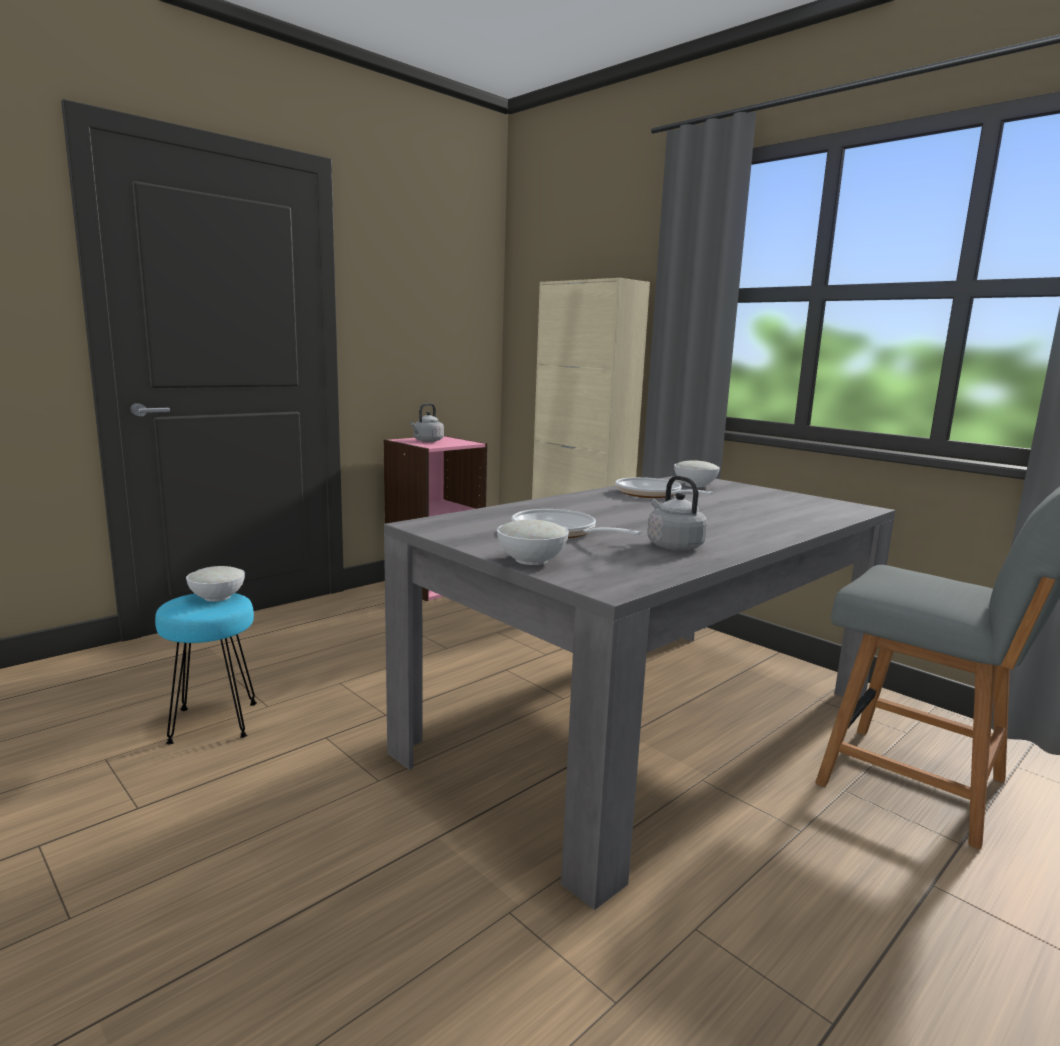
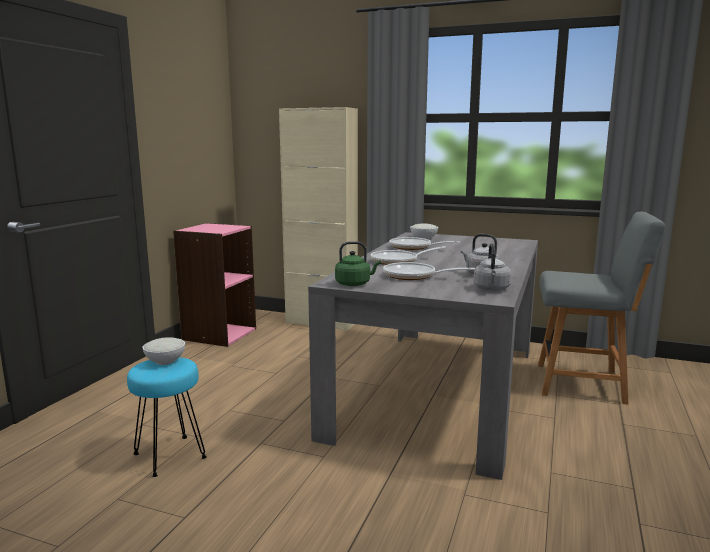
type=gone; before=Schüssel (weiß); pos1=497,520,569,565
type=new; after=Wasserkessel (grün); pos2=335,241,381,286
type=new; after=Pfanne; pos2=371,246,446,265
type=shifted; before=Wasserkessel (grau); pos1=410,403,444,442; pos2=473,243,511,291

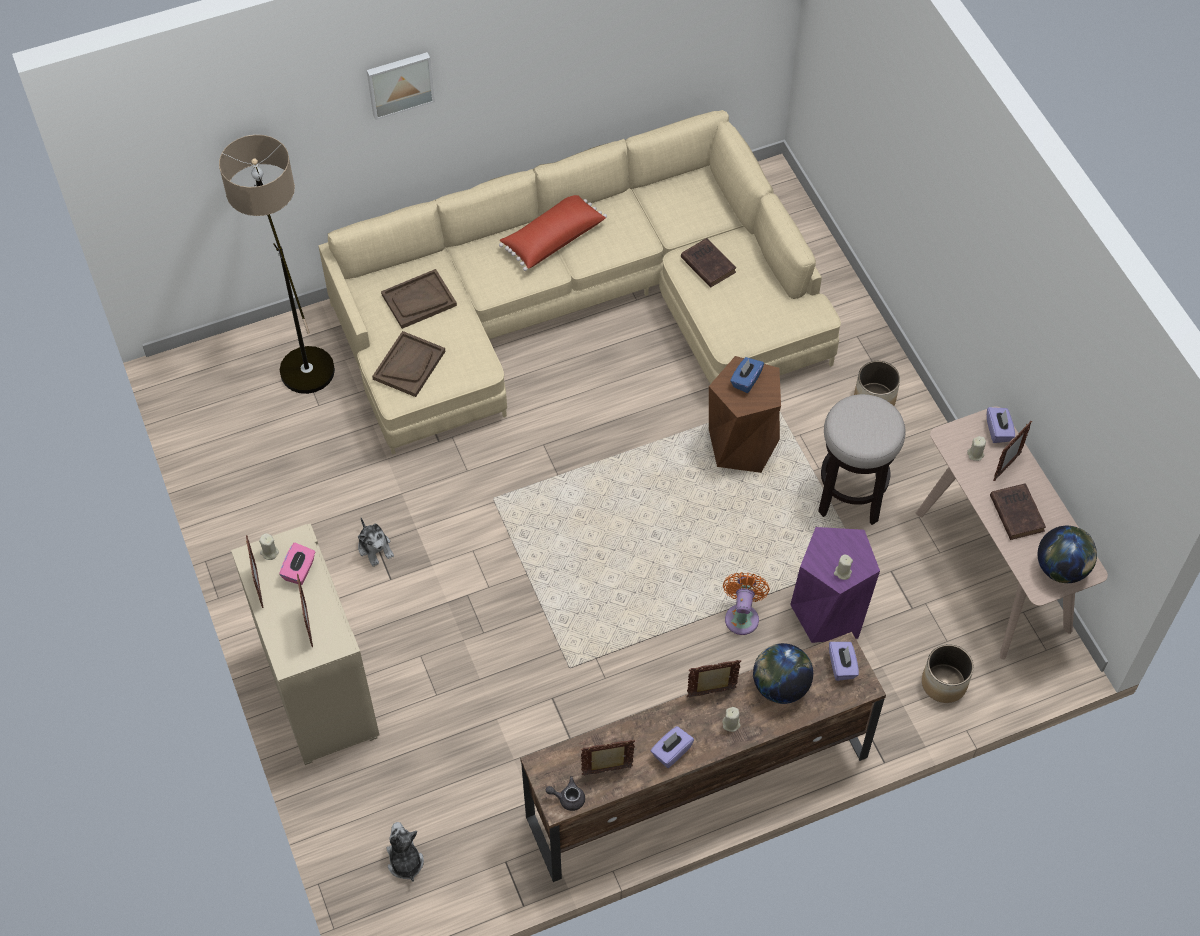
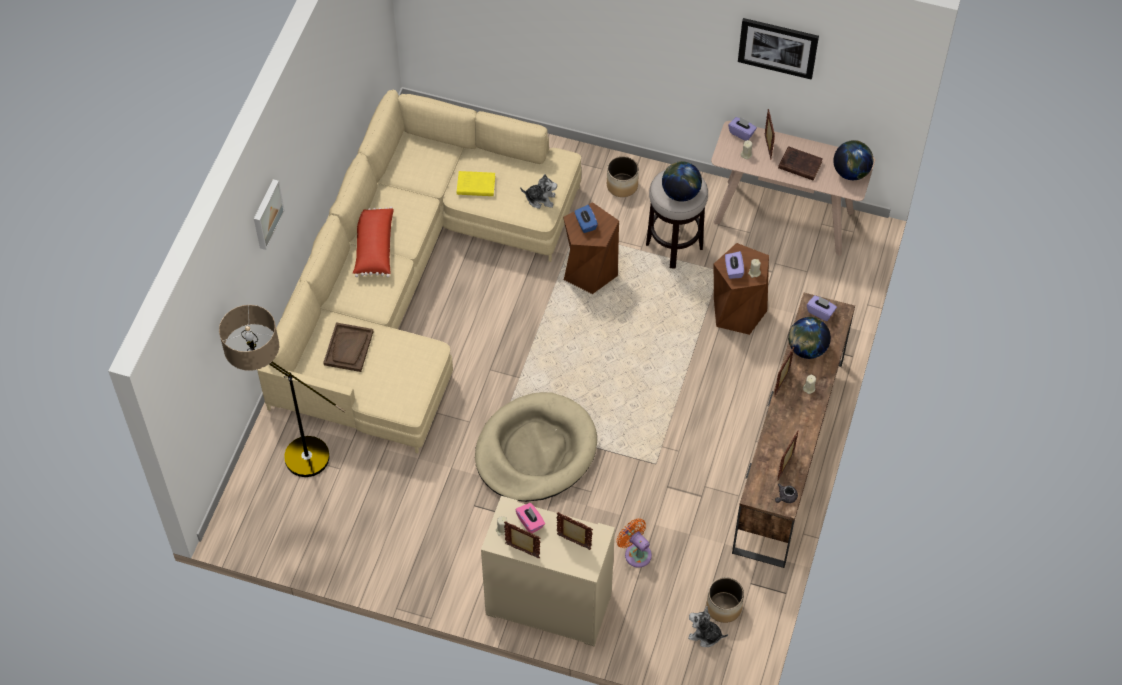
type=gone; before=Tablett (braun); pos1=372,331,446,397
type=new; after=Hundebett (beige); pos2=475,392,597,502
type=new; after=Globus; pos2=662,161,702,202
type=new; after=Bild; pos2=738,18,819,79
type=shifted; before=Plüschtier; pos1=358,518,394,567; pos2=520,174,557,209
type=shifted; before=Taschentuchbox (lila); pos1=651,726,694,768; pos2=725,251,744,279
type=shifted; before=Ventilator (orange); pos1=723,572,770,635; pos2=616,518,652,568
type=shifted; before=Pflanzkübel; pos1=922,644,974,703; pos2=706,577,744,623
type=repainted; before=Buch (braun); after=Buch (gelb); pos1=681,238,736,288; pos2=457,171,495,196
type=repainted; before=Hocker (lila); after=Hocker (braun); pos1=790,527,880,643; pos2=714,243,769,335

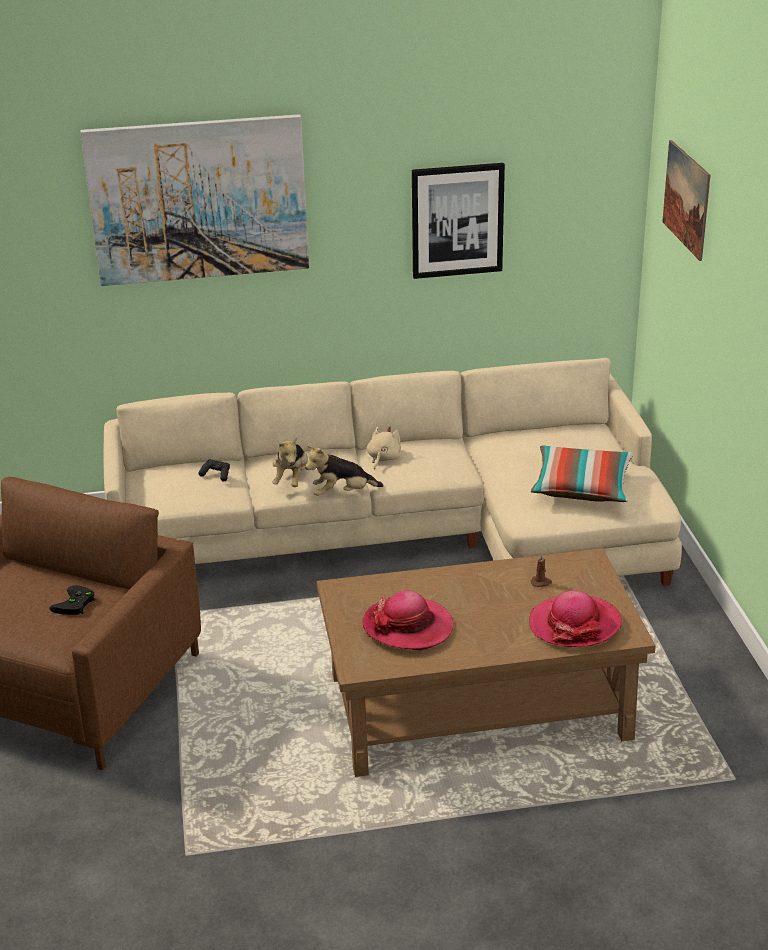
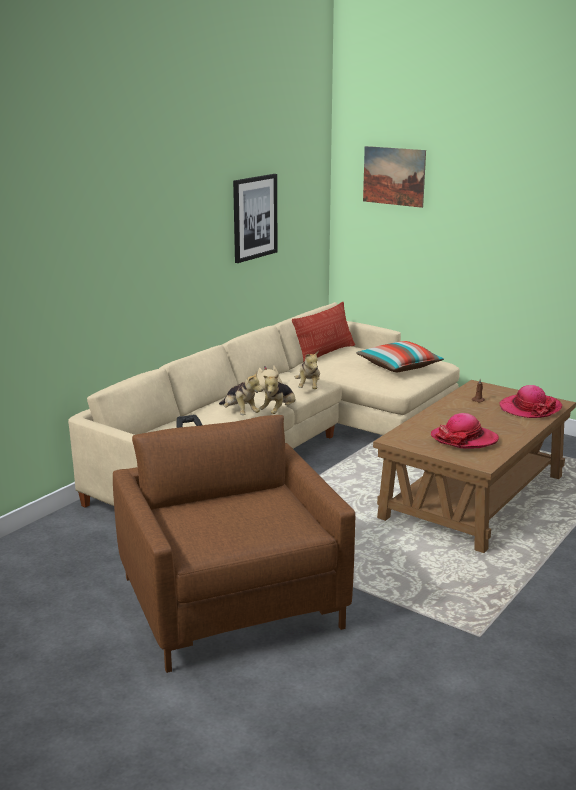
type=gone; before=Gamepad (schwarz); pos1=49,585,95,615
type=gone; before=Bild; pos1=81,114,309,286
type=new; after=Kissen; pos2=292,302,355,362
type=new; after=Plüschtier; pos2=295,350,320,389

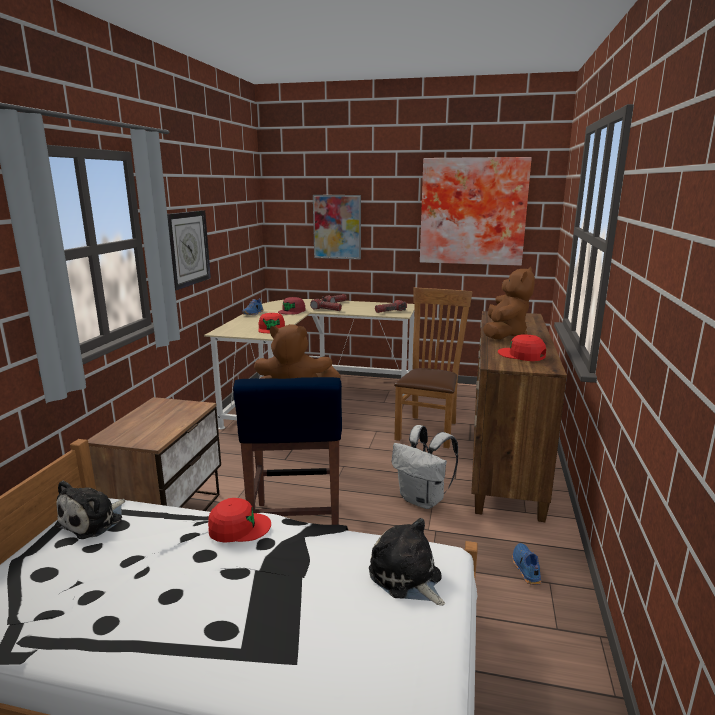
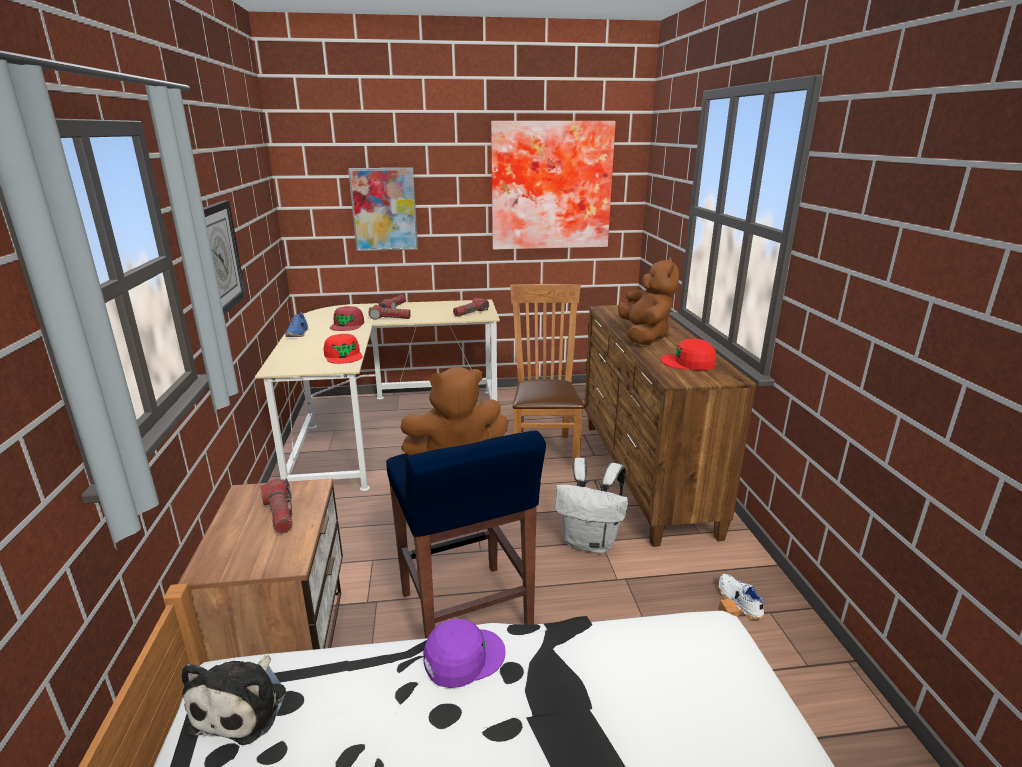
type=gone; before=Plüschtier; pos1=369,518,445,606
type=new; after=Taschenlampe; pos2=260,478,293,534
type=repainted; before=Kappe (rot); after=Kappe (lila); pos1=208,498,271,542; pos2=423,619,506,688
type=repainted; before=Schuh (blau); after=Schuh (weiß); pos1=512,543,541,585; pos2=719,574,764,620

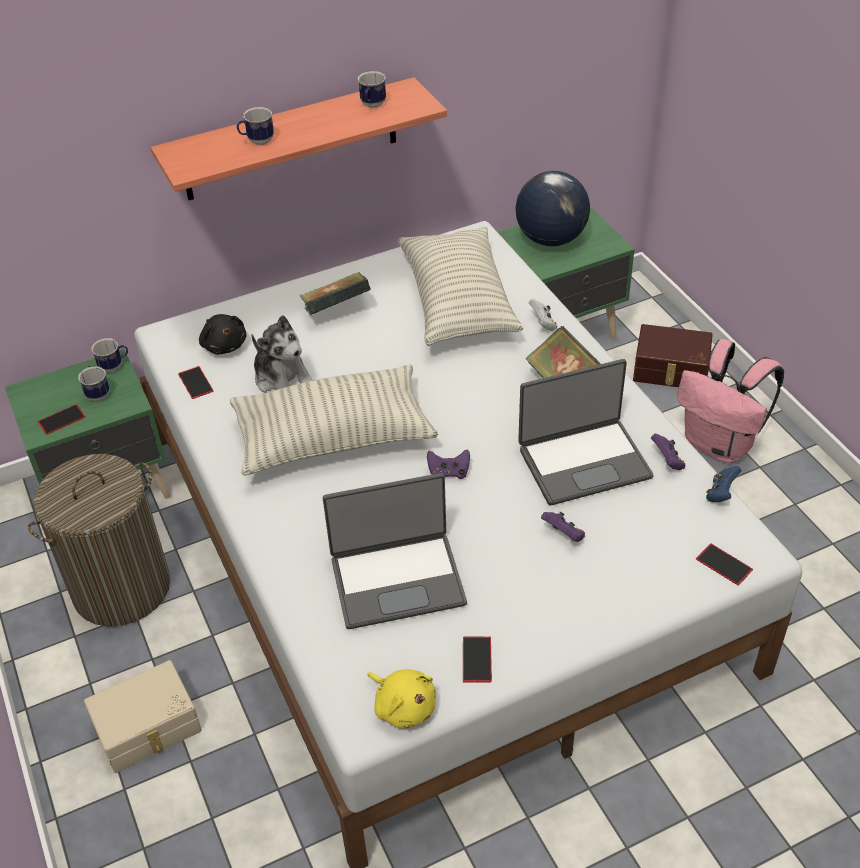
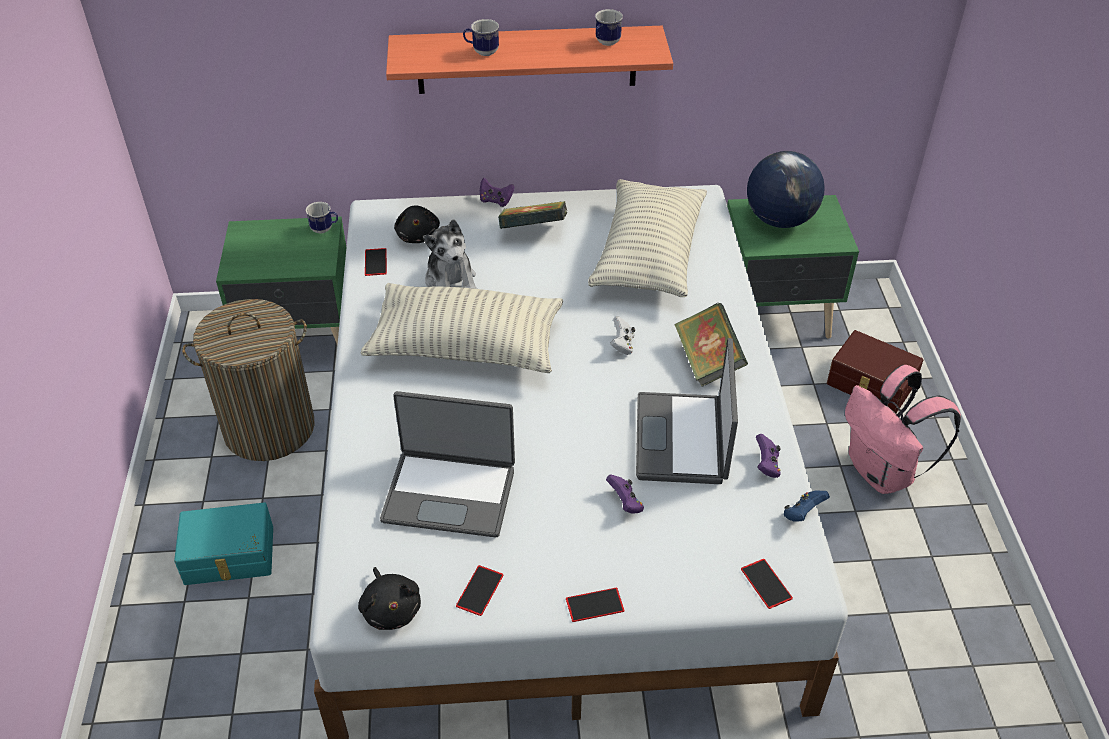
type=gone; before=Henkelbecher; pos1=78,366,109,401
type=shifted; before=Handy; pos1=38,404,86,435; pos2=566,588,625,622
type=shifted; before=Gamepad (lila); pos1=427,449,470,479; pos2=480,178,515,207
type=shifted; before=Gamepad (weiß); pos1=529,299,557,331; pos2=610,316,635,355
type=repainted; before=Aufbewahrungsbox (beige); after=Aufbewahrungsbox (türkis); pos1=84,660,202,773; pos2=174,502,273,585
type=repainted; before=Plüschtier (gelb); after=Plüschtier (schwarz); pos1=367,669,436,729; pos2=358,567,421,630
type=rotated; before=Laptop; pos1=518,359,653,505; pos2=636,338,738,484; turn=90

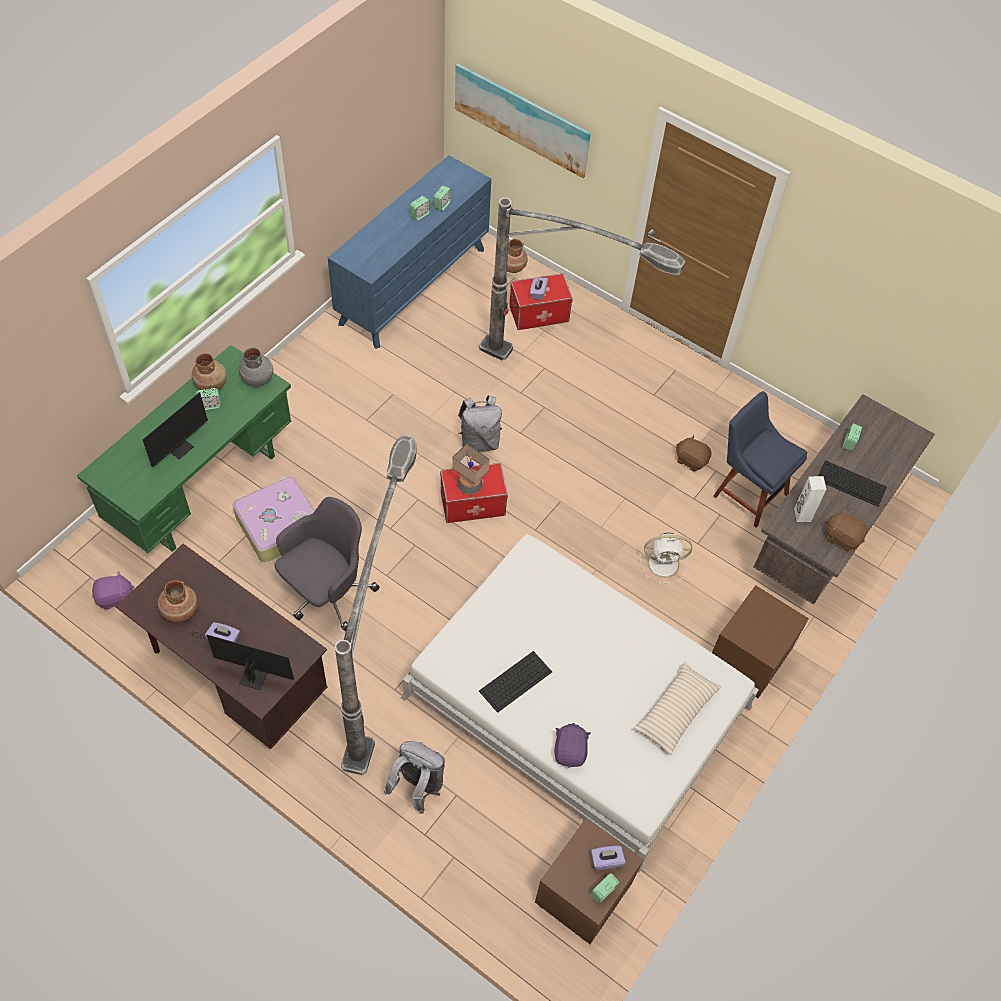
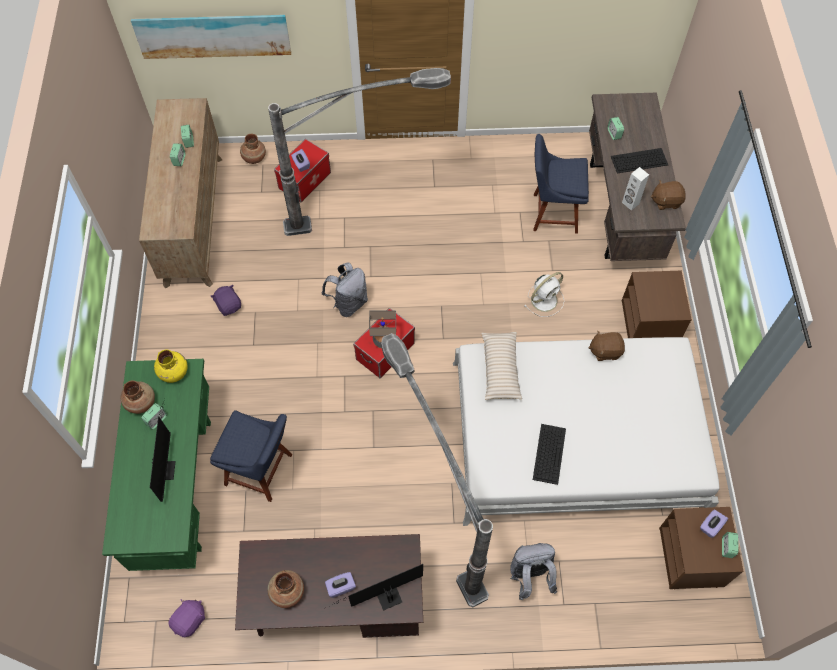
type=gone; before=Bürostuhl (grau); pos1=274,497,380,631
type=shifted; before=Plüschtier (lila); pos1=554,723,591,768; pos2=210,285,241,316
type=shifted; before=Kissen (beige); pos1=633,662,721,755; pos2=481,332,522,400
type=shifted; before=Plüschtier (braun); pos1=676,435,711,471; pos2=588,331,625,361
type=swapped; before=Koffer; after=Stuhl (blau); pos1=233,476,315,562; pos2=210,410,293,502
type=repainted; before=Vase (grau); after=Vase (gelb); pos1=239,348,273,387; pos2=154,349,188,383
type=repainted; before=Kommode (blau); after=Kommode (braun); pos1=328,155,491,349; pos2=139,98,222,289

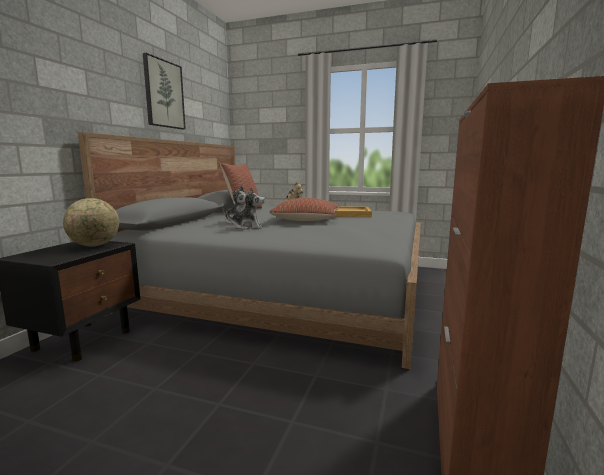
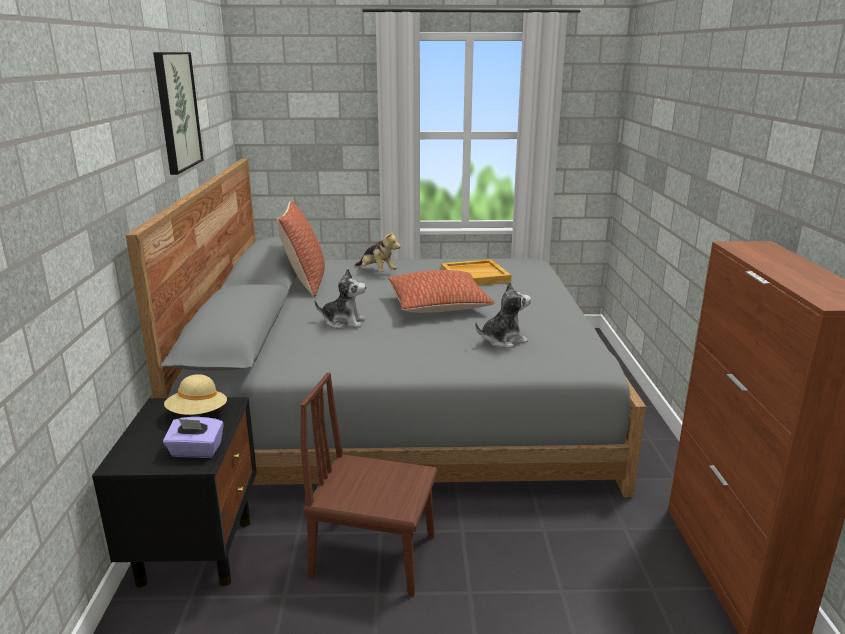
type=new; after=Taschentuchbox (lila); pos2=163,417,224,458
type=new; after=Stuhl (braun); pos2=300,372,438,597
type=shifted; before=Plüschtier; pos1=227,187,265,230; pos2=475,282,531,348
type=swapped; before=Globus; after=Hut (beige); pos1=63,198,119,247; pos2=164,374,227,415

